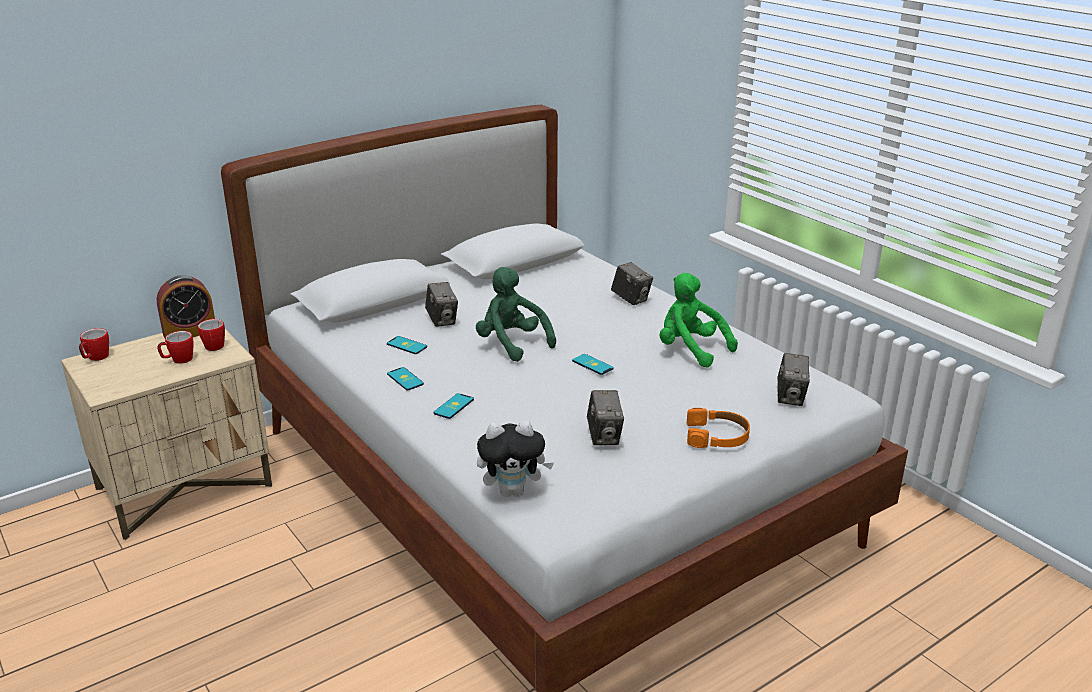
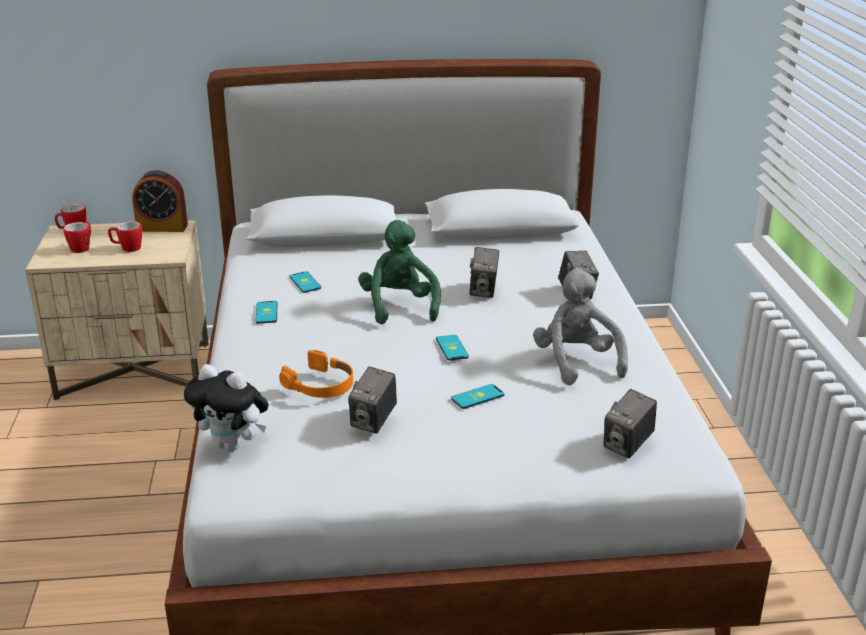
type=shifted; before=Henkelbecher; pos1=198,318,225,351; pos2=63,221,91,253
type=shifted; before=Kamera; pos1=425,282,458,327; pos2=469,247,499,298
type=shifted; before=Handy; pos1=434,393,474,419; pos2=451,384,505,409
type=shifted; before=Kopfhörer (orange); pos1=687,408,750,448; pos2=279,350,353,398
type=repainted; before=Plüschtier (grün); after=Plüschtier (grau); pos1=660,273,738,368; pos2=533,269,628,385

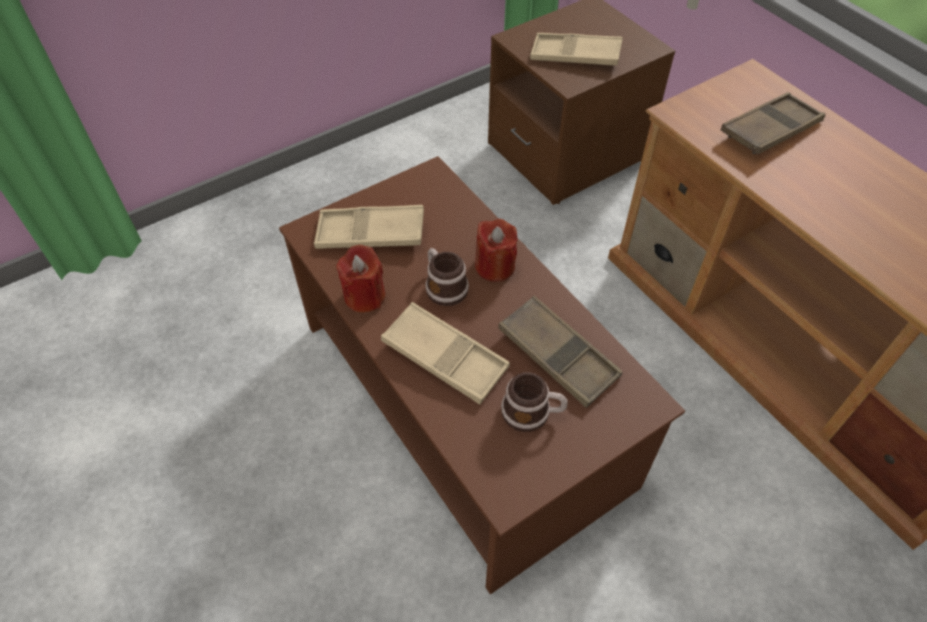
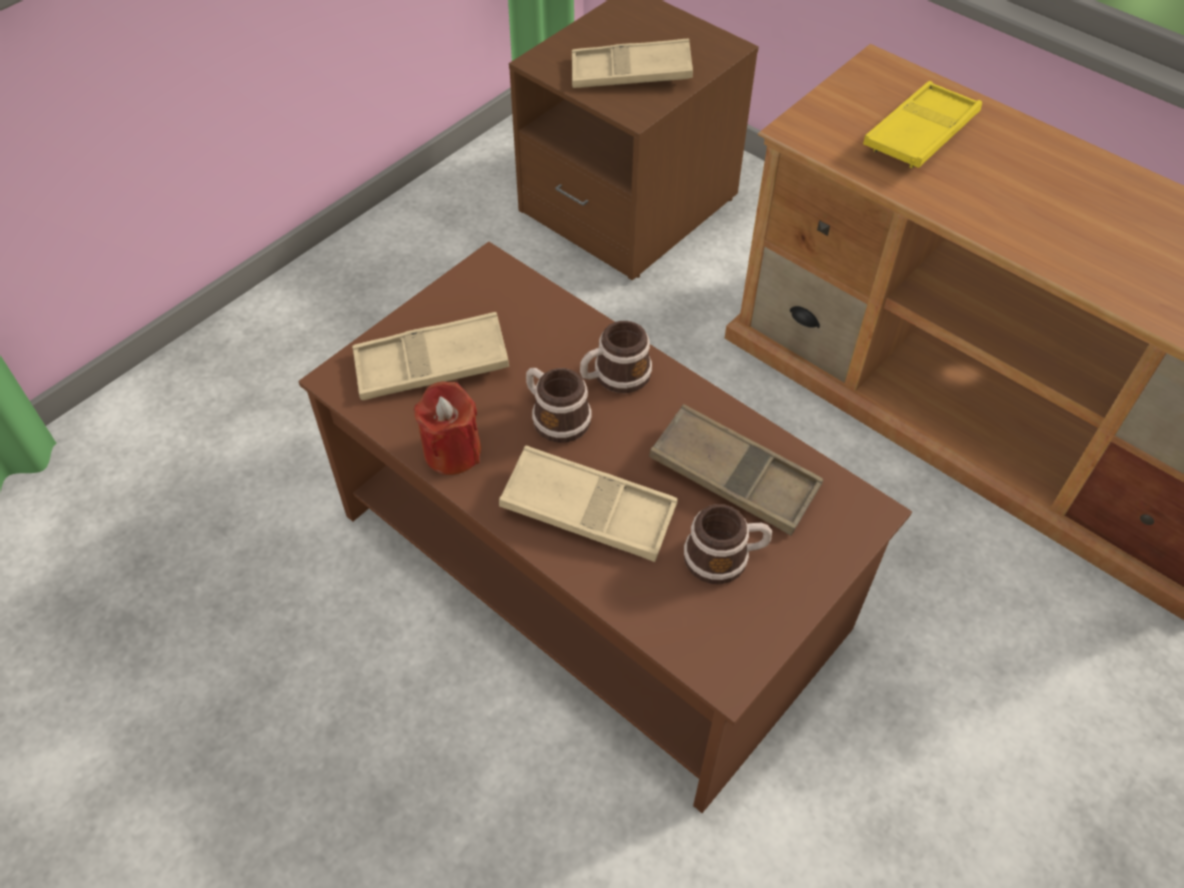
type=swapped; before=Kerze (rot); after=Henkelbecher; pos1=475,219,517,282; pos2=580,321,652,393
type=repainted; before=Tablett (braun); after=Tablett (gelb); pos1=721,92,825,154; pos2=863,81,982,168

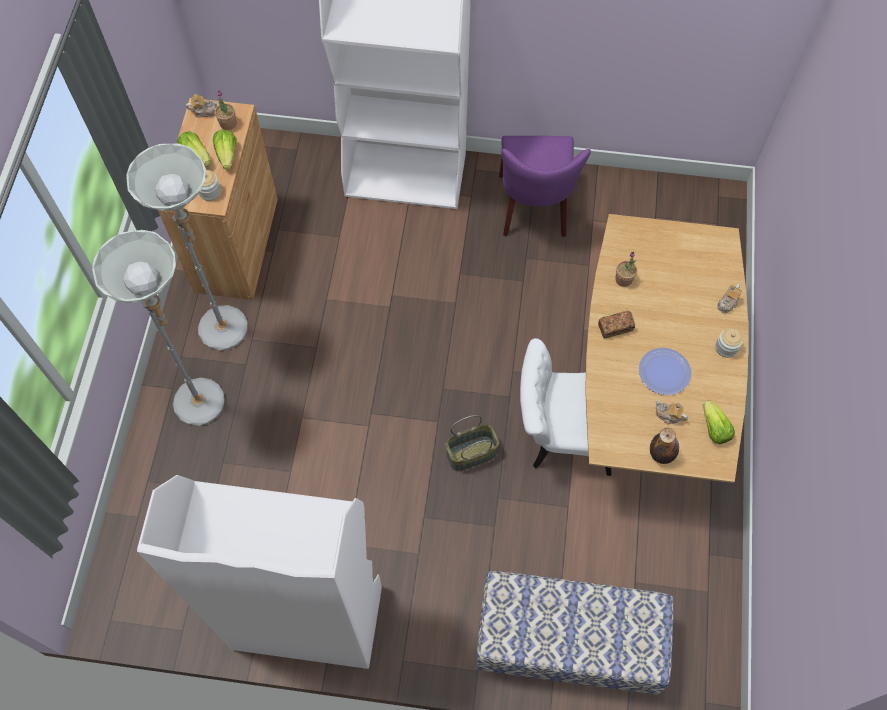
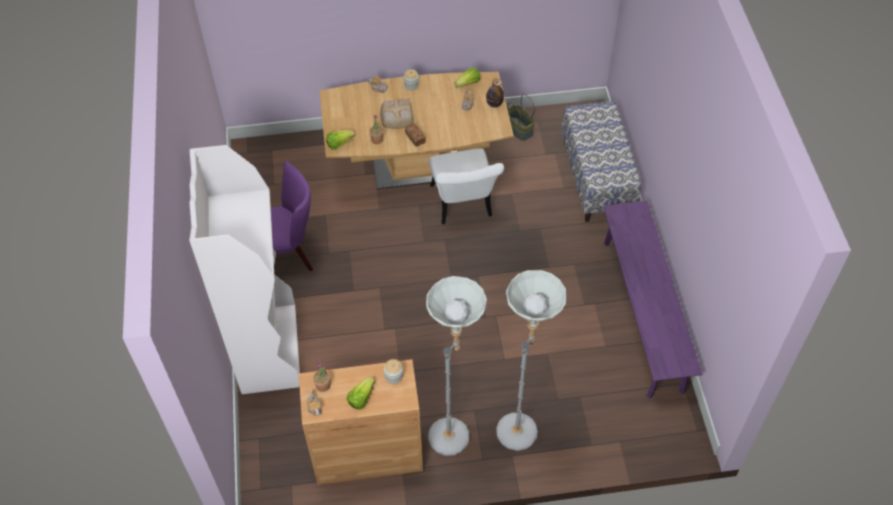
type=gone; before=Teller; pos1=639,348,691,395
type=new; after=Brot; pos2=380,99,414,129
type=shifted; before=Salatkopf; pos1=213,130,237,170; pos2=326,130,355,150
type=shifted; before=Korb; pos1=445,415,499,471; pos2=507,94,535,141
type=swapped; before=Bücherregal (weiß); after=Bank (lila); pos1=137,475,382,669; pos2=603,201,702,399

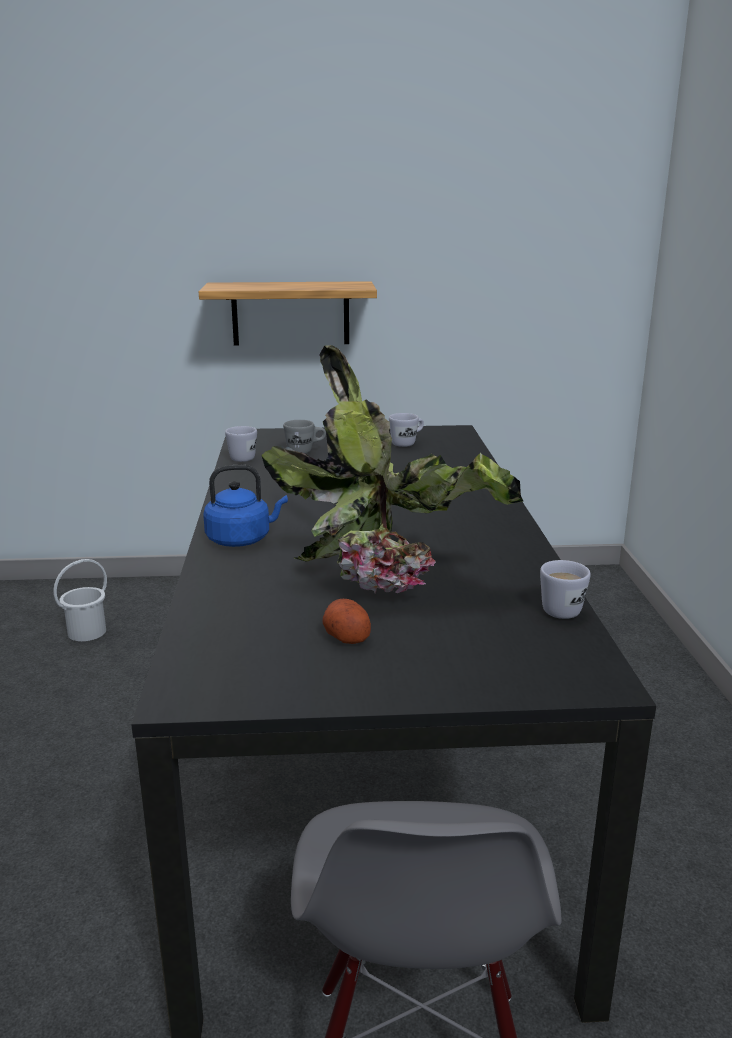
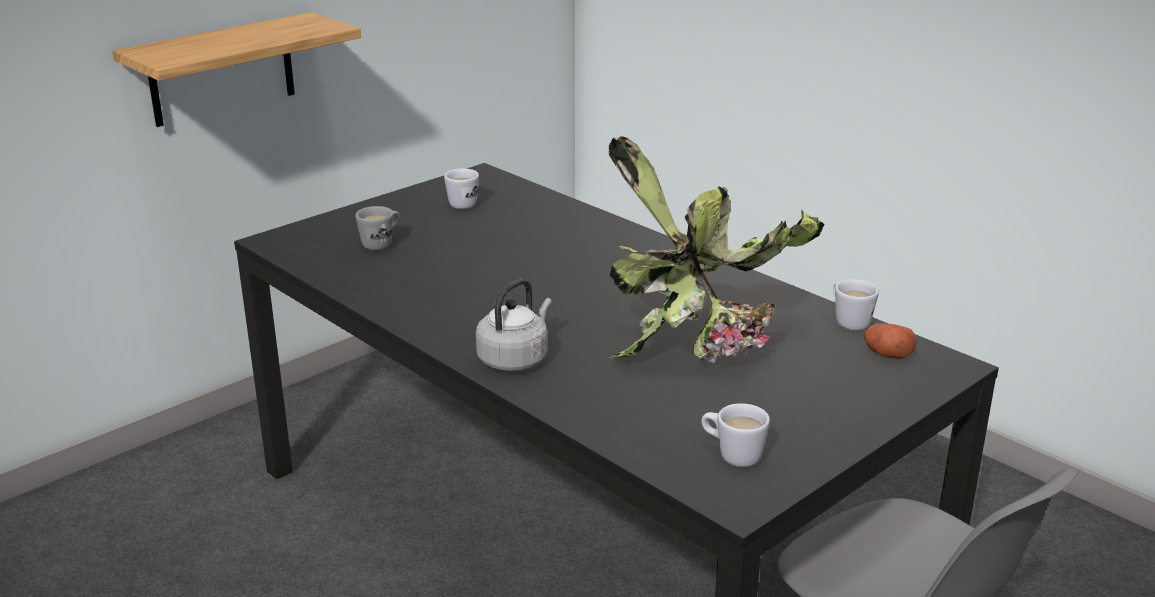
type=gone; before=Eimer (weiß); pos1=53,559,107,641
type=shifted; before=Henkelbecher (weiß); pos1=225,426,257,462; pos2=701,403,770,467
type=shifted; before=Kartoffel; pos1=322,599,371,644; pos2=864,323,917,359
type=repainted; before=Wasserkessel (blau); after=Wasserkessel (grau); pos1=203,465,288,547; pos2=476,279,552,372

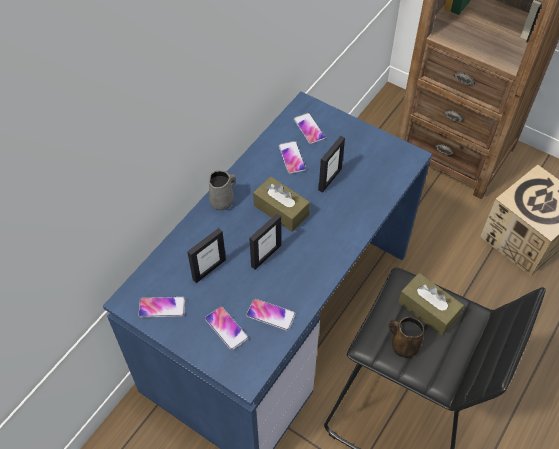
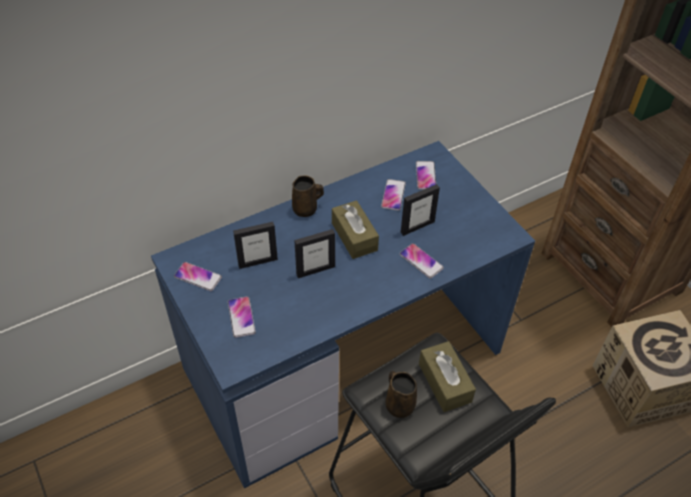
type=shifted; before=Handy; pos1=246,299,296,331; pos2=399,243,444,279
type=repainted; before=Henkelbecher (grau); after=Henkelbecher (braun); pos1=209,170,236,211; pos2=292,175,324,217

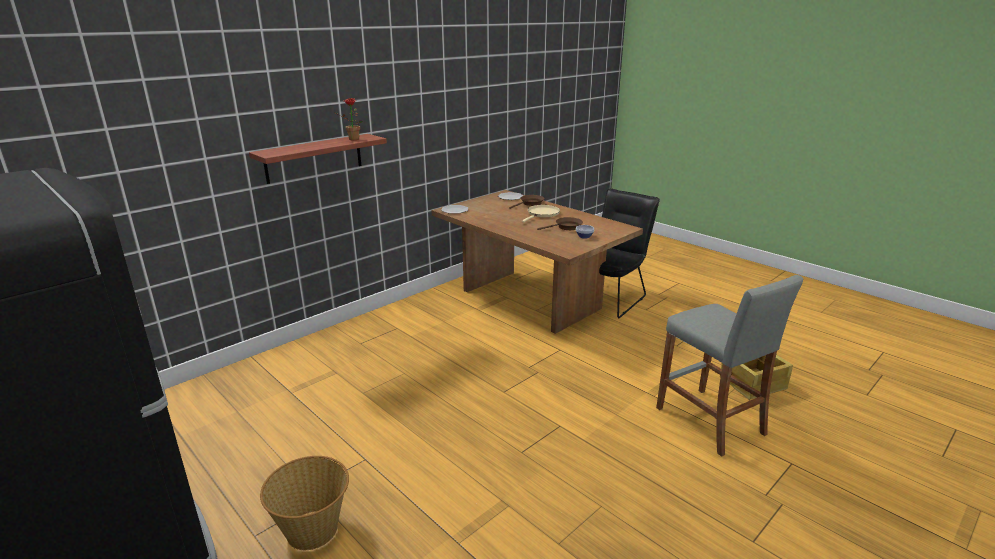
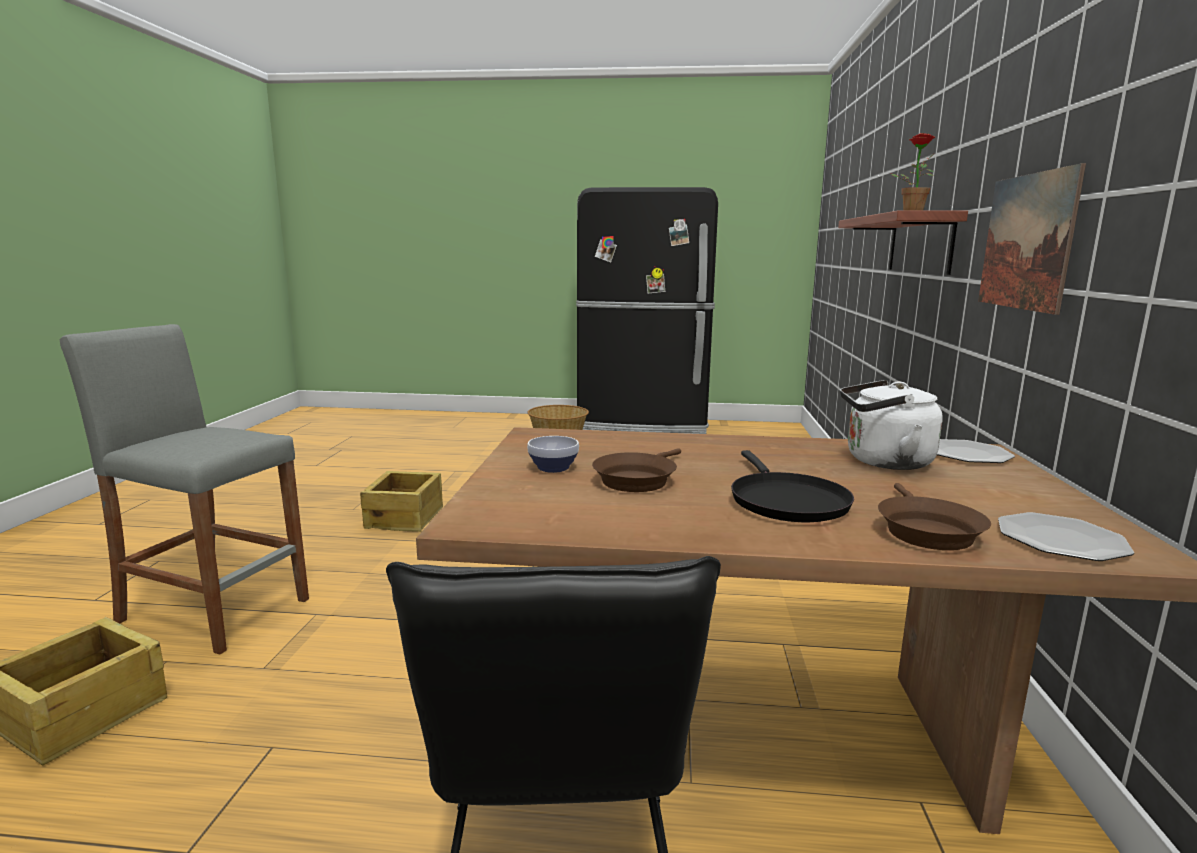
type=new; after=Kiste; pos2=360,471,443,532
type=new; after=Wasserkessel (weiß); pos2=840,380,943,470
type=new; after=Bild; pos2=978,163,1086,315
type=repainted; before=Pfanne (beige); after=Pfanne (schwarz); pos1=522,205,560,222; pos2=731,450,854,522

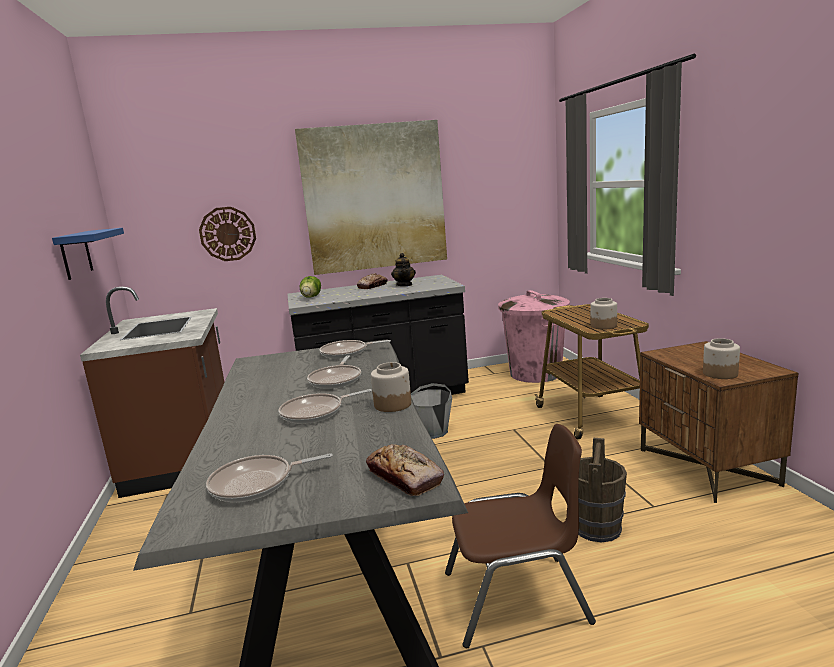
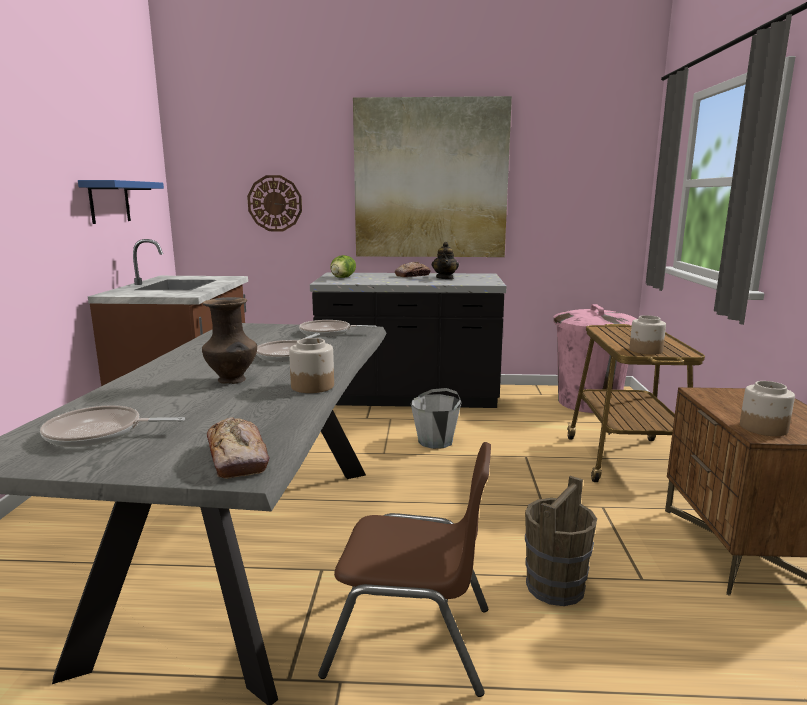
type=swapped; before=Pfanne; after=Vase (braun); pos1=278,389,372,424; pos2=202,297,257,384

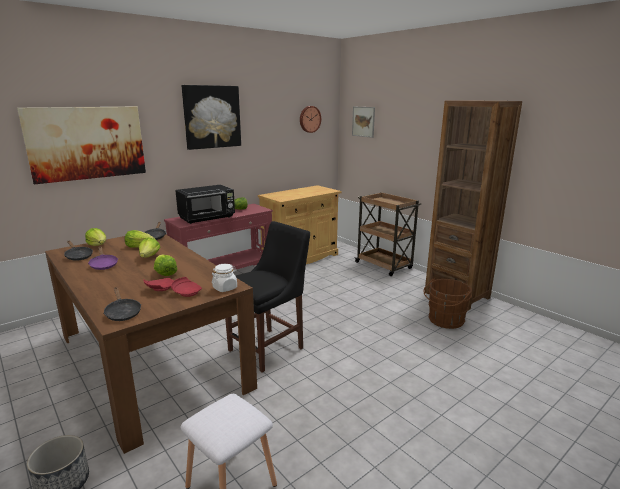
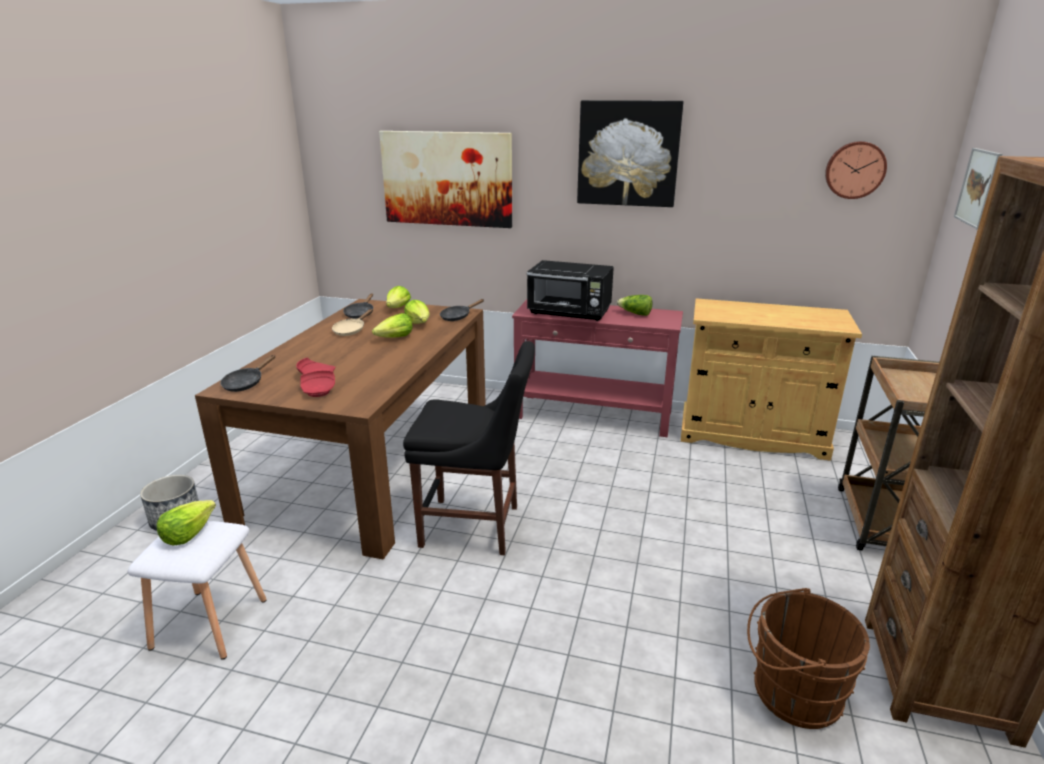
type=gone; before=Vorratsglas (weiß); pos1=212,264,237,292
type=shifted; before=Salatkopf; pos1=154,254,177,276; pos2=157,500,216,545
type=repainted; before=Pfanne (lila); after=Pfanne (beige); pos1=88,247,118,270; pos2=332,309,373,336

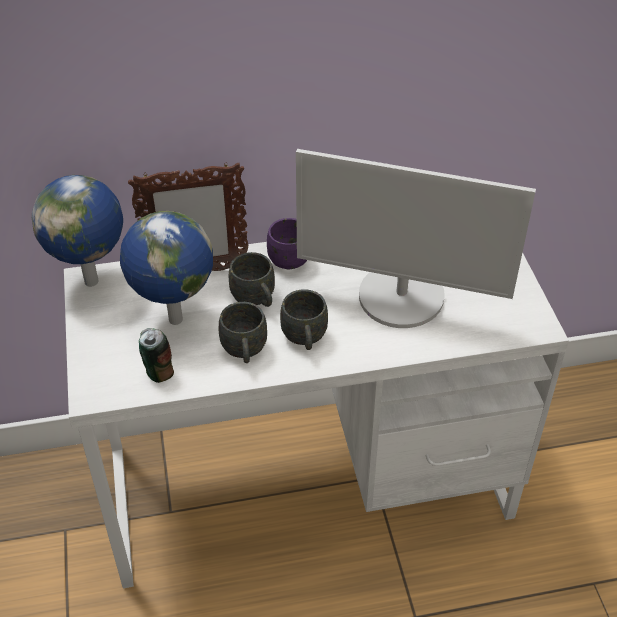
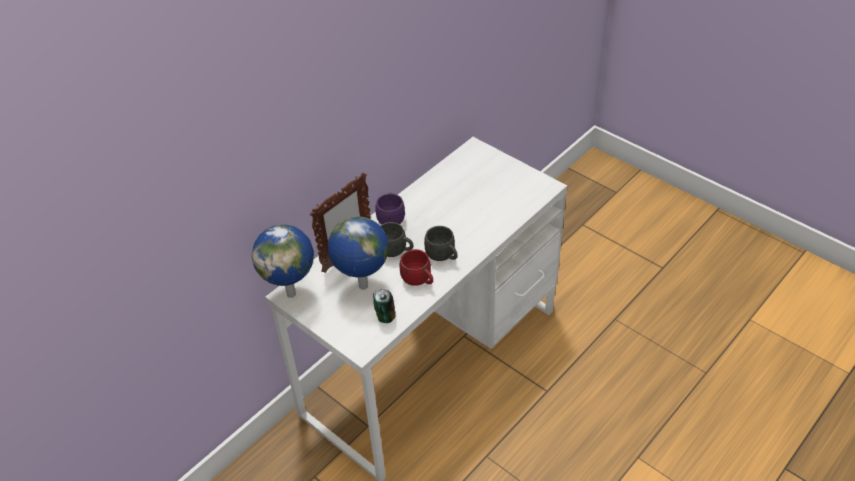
type=gone; before=Monitor; pos1=296,149,536,328
type=repainted; before=Henkelbecher (grau); after=Henkelbecher (rot); pos1=219,302,267,363; pos2=399,249,433,286

